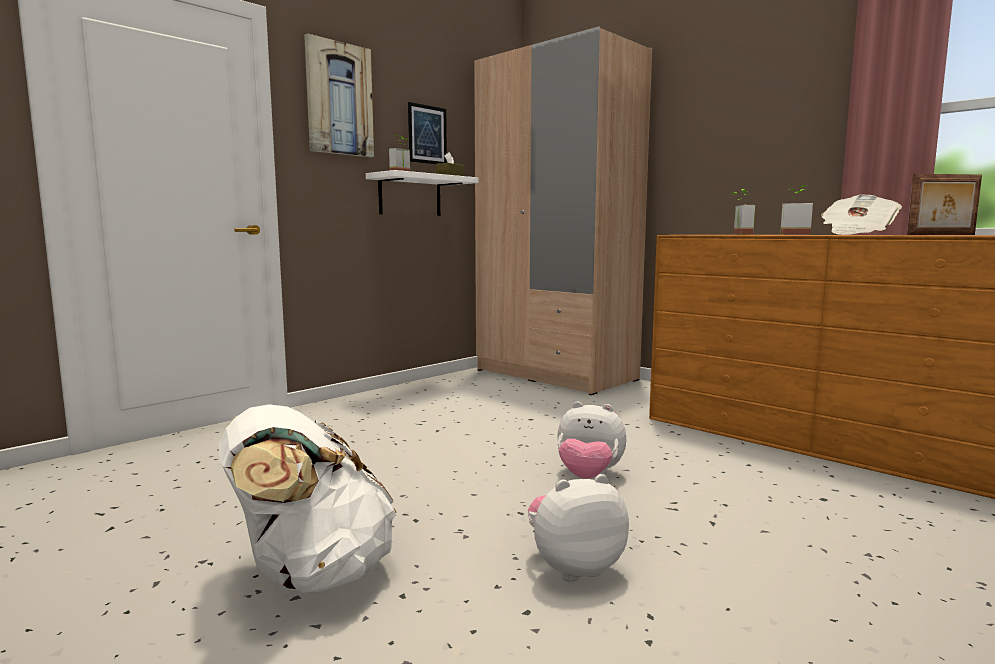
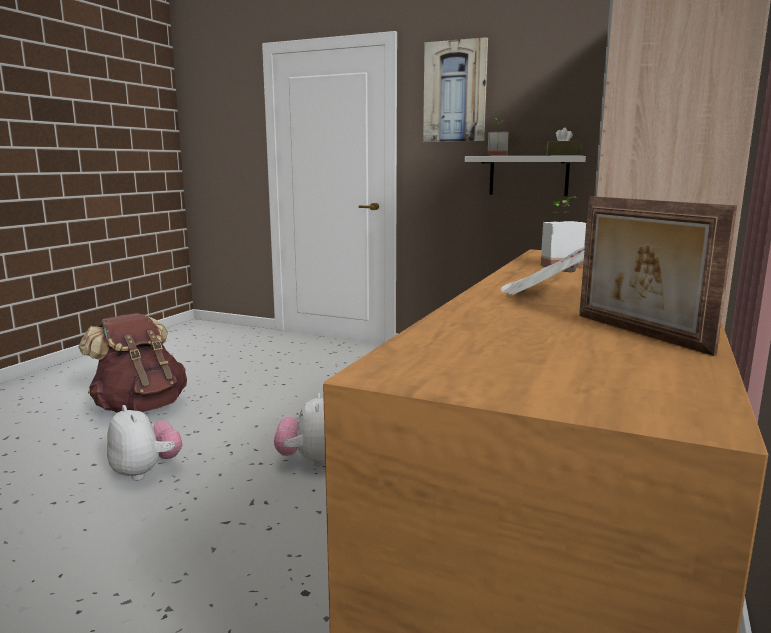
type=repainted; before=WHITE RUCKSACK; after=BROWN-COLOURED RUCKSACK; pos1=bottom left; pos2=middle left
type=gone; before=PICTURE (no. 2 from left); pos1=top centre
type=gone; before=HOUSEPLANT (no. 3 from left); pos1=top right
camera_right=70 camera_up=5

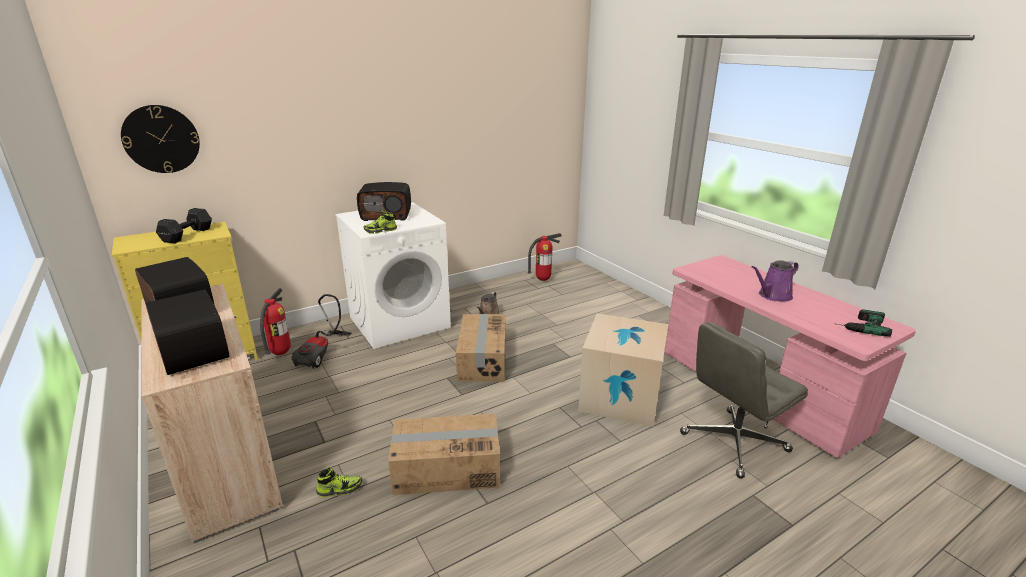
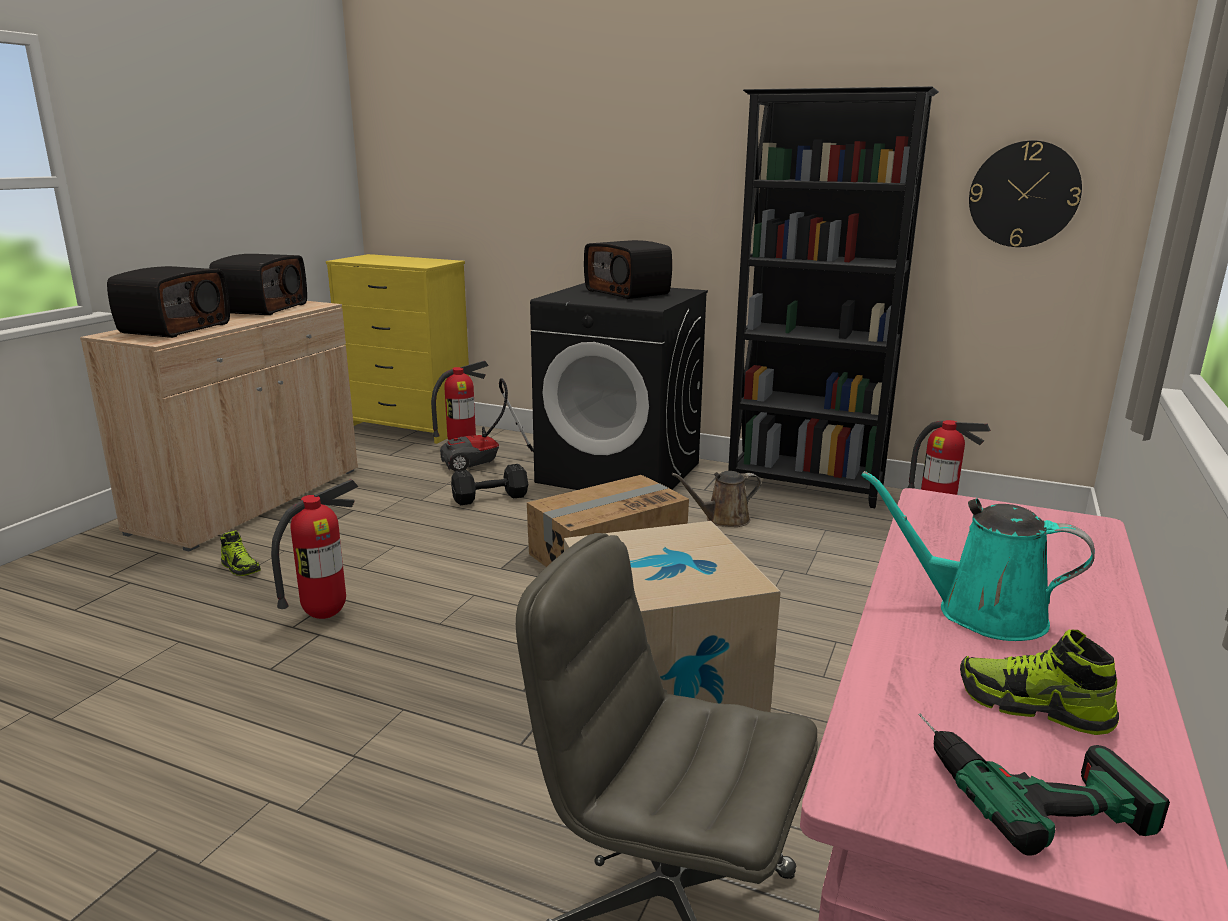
type=swapped; before=CARTON (no. 1 from left); after=FIRE-FIGHTING CYLINDER (no. 1 from left); pos1=bottom centre; pos2=middle left
type=shifted; before=BLACKISH DUMBBELL; pos1=middle left; pos2=centre
type=repainted; before=WHITE LAUNDRY MACHINE; after=BLACKISH LAUNDRY MACHINE; pos1=centre; pos2=centre
type=new; after=BLACKISH SHELVING UNIT; pos2=top right
type=repainted; before=PURPLISH WATERING CAN; after=BLUE-GREEN WATERING CAN; pos1=middle right; pos2=middle right
type=shifted; before=ITEM OF FOOTWEAR (no. 2 from left); pos1=centre; pos2=bottom right
type=shifted; before=HANGING CLOCK; pos1=top left; pos2=top right
camera_right=55 camera_up=-5

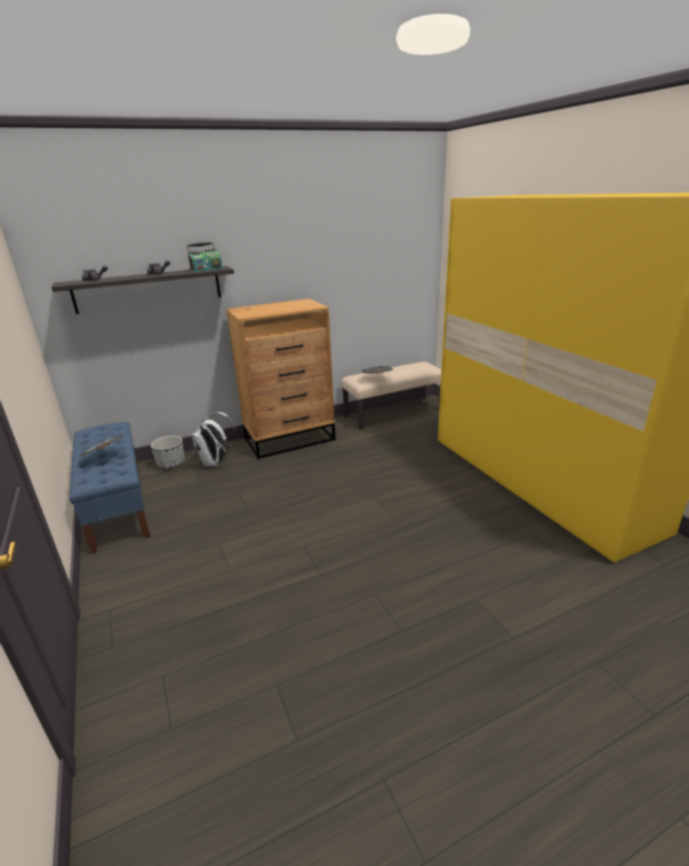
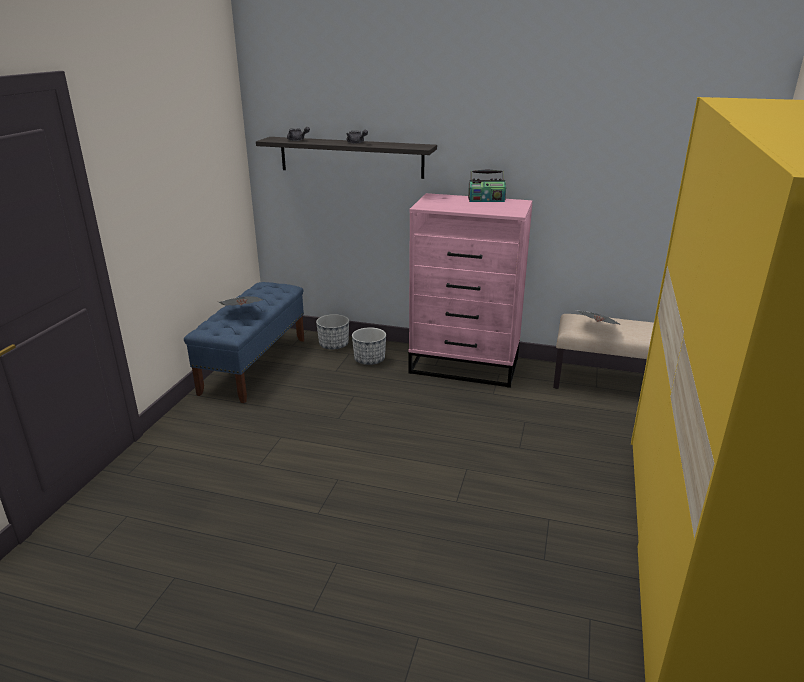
type=swapped; before=WHITE RUCKSACK; after=PLANTER (no. 2 from left); pos1=middle left; pos2=centre
type=repainted; before=BROWN-COLOURED DRESSER; after=PINKISH DRESSER; pos1=centre; pos2=centre
type=shifted; before=RADIO RECEIVER; pos1=top left; pos2=top centre
camera_right=40 camera_up=0

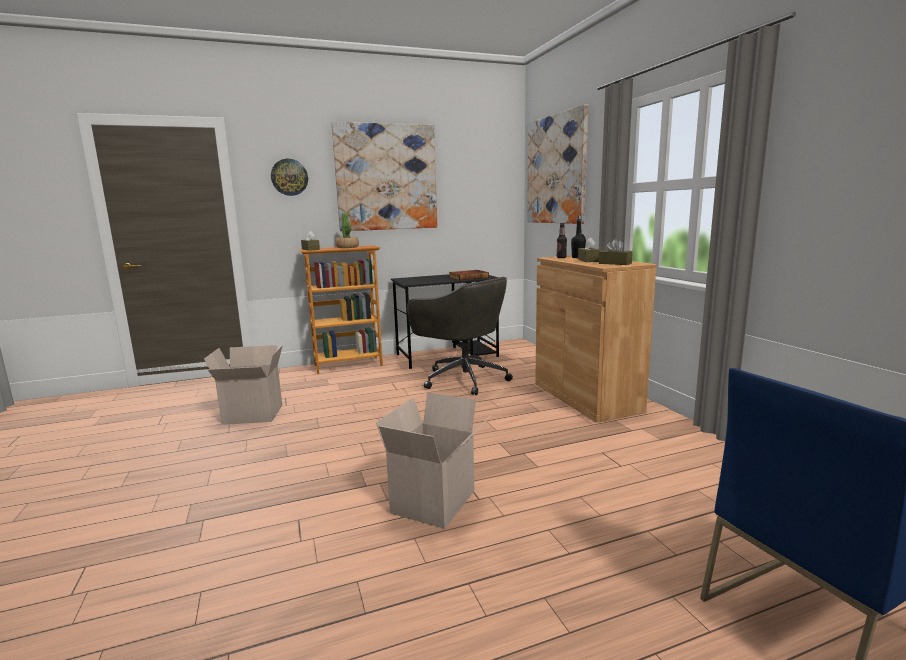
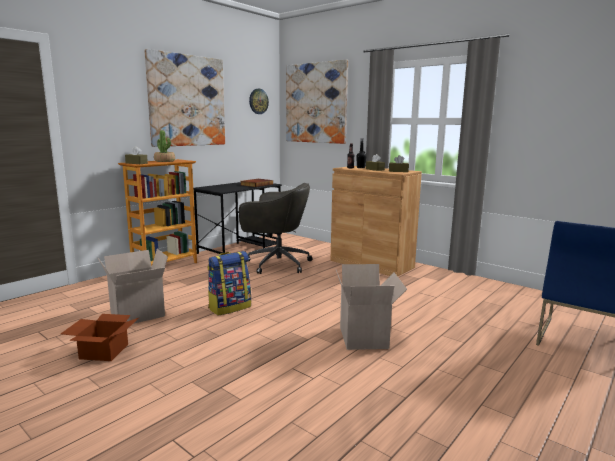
type=new; after=CARTON (no. 1 from left); pos2=bottom left
type=new; after=RUCKSACK; pos2=centre
type=shifted; before=HANGING CLOCK; pos1=top left; pos2=top centre
camera_right=-30 camera_up=0

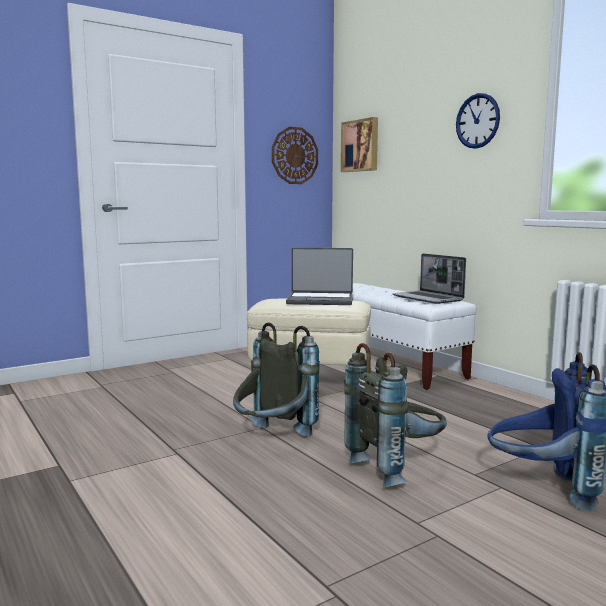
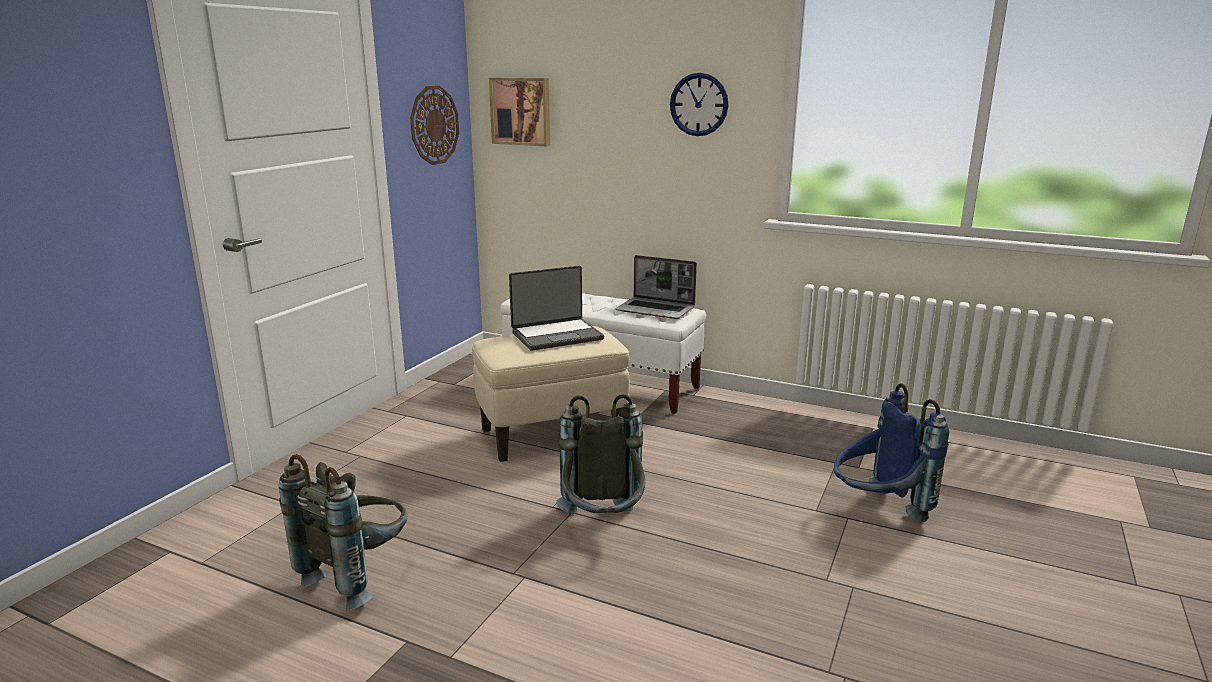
type=shifted; before=GRAY RUCKSACK (no. 2 from left in the first image); after=GRAY RUCKSACK (no. 1 from left); pos1=bottom centre; pos2=bottom left
camera_right=-30 camera_up=10

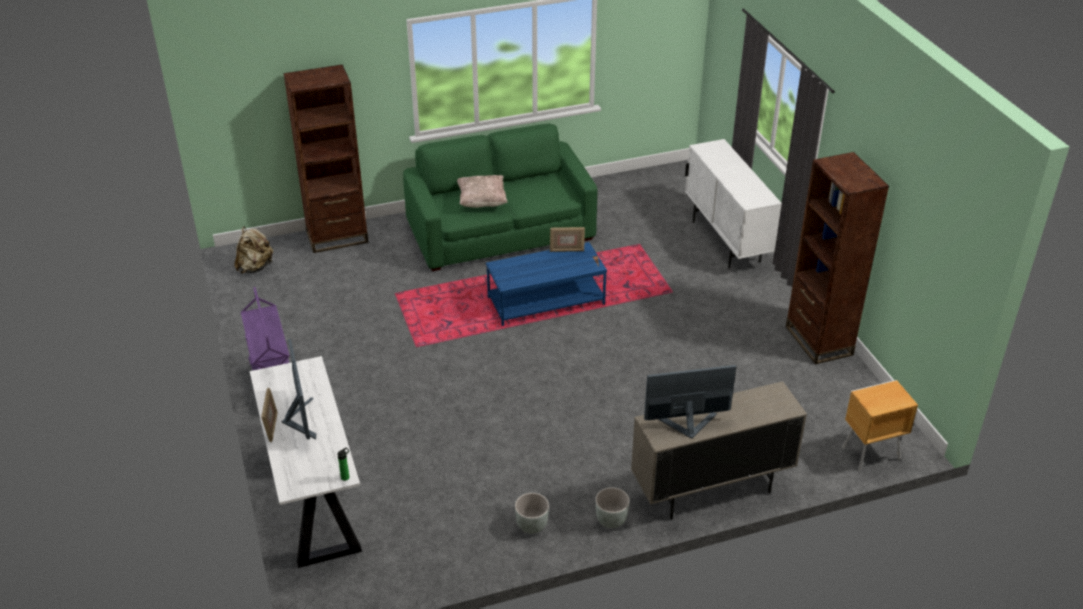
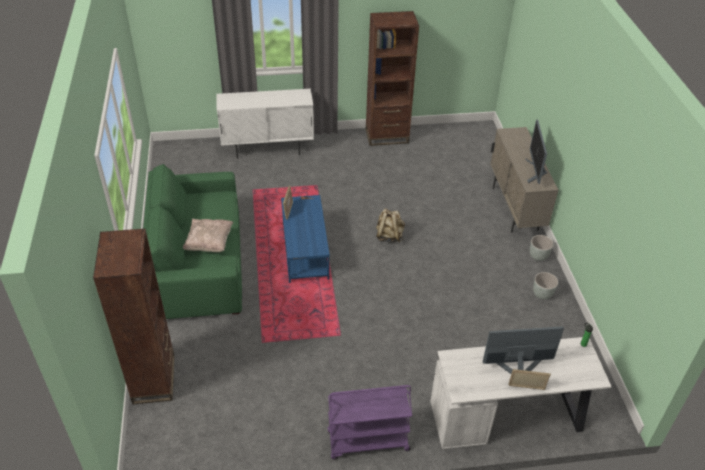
type=shifted; before=BEIGE RUCKSACK; pos1=middle left; pos2=centre
type=gone; before=BROWN-COLOURED NIGHTSTAND; pos1=bottom right
camera_right=-80 camera_up=5

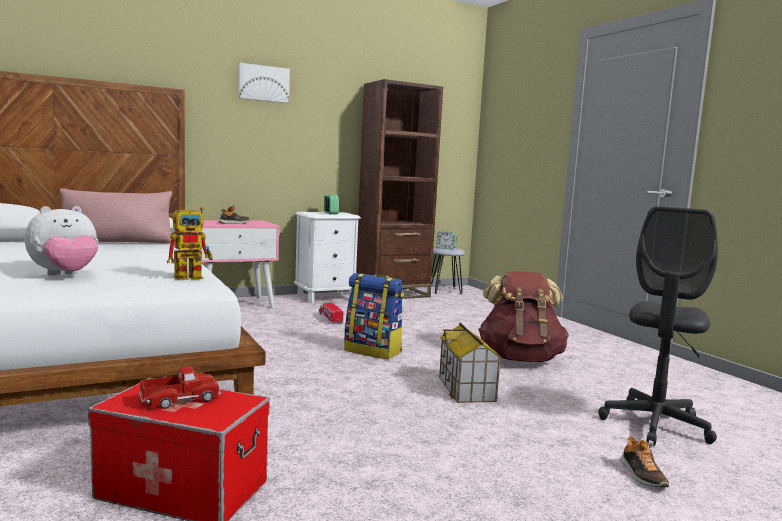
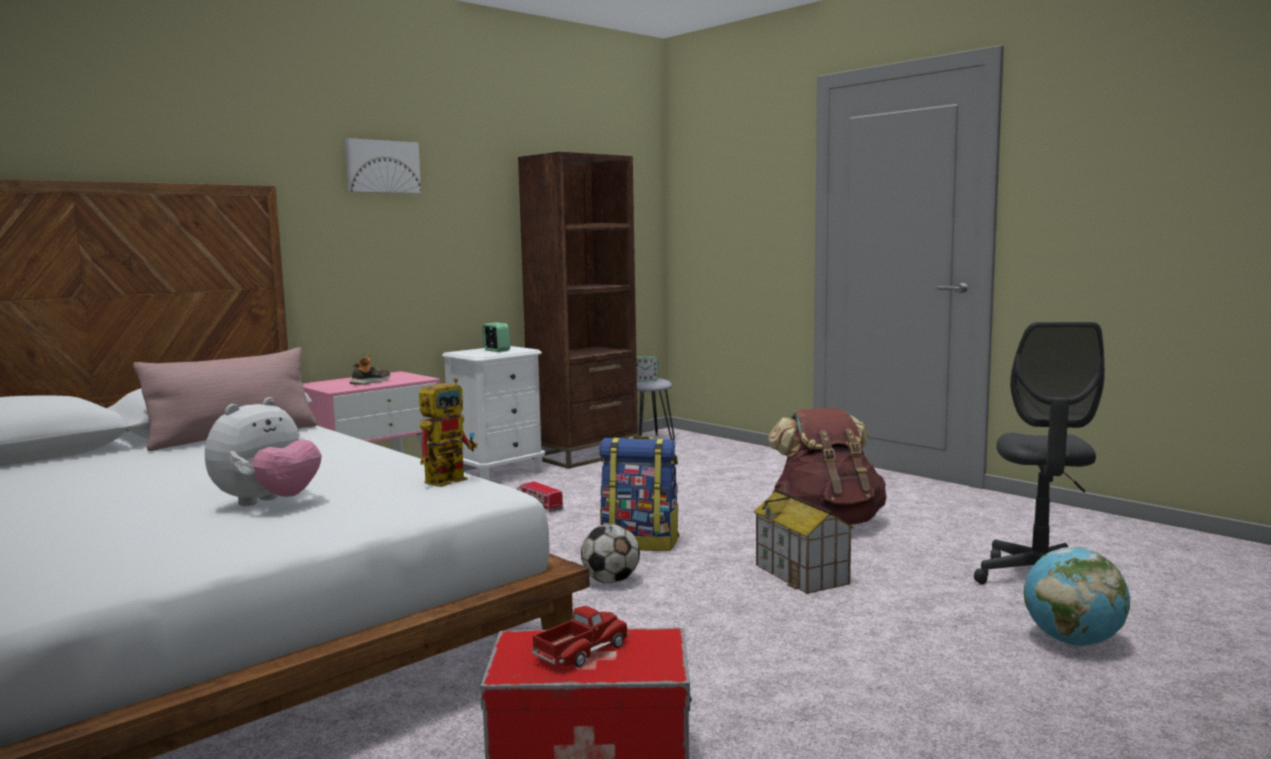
type=new; after=FOOTBALL; pos2=bottom centre
type=swapped; before=ITEM OF FOOTWEAR (no. 2 from left); after=DESK GLOBE; pos1=bottom right; pos2=bottom right
camera_right=-15 camera_up=0

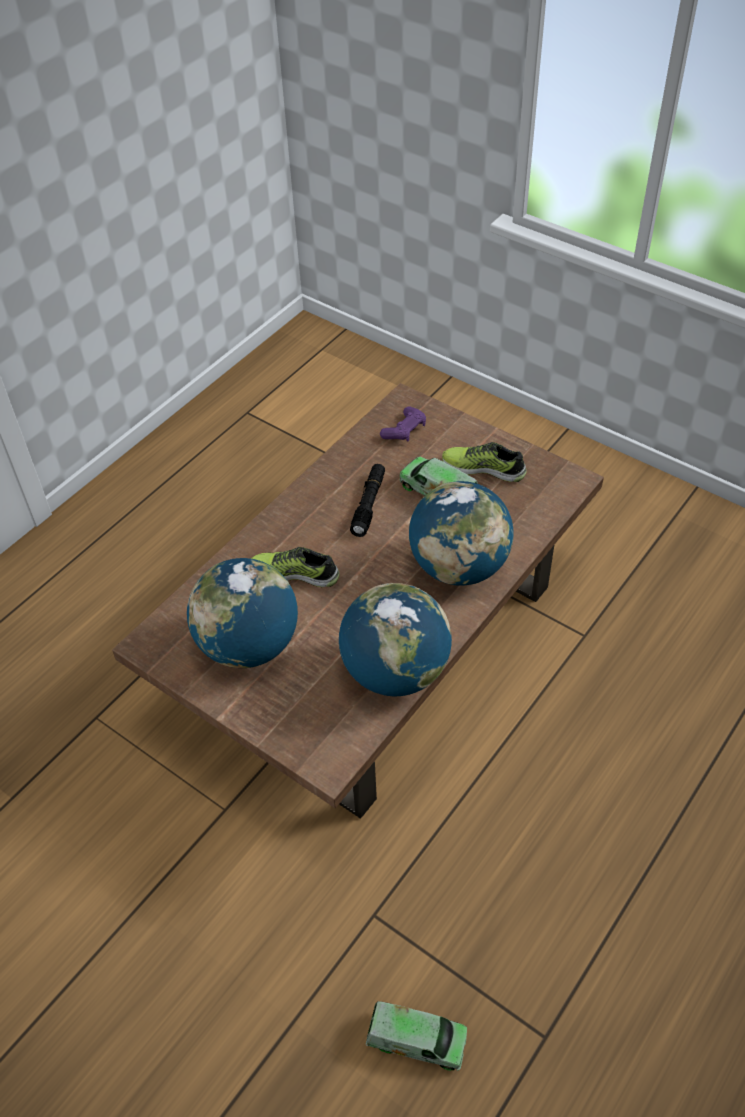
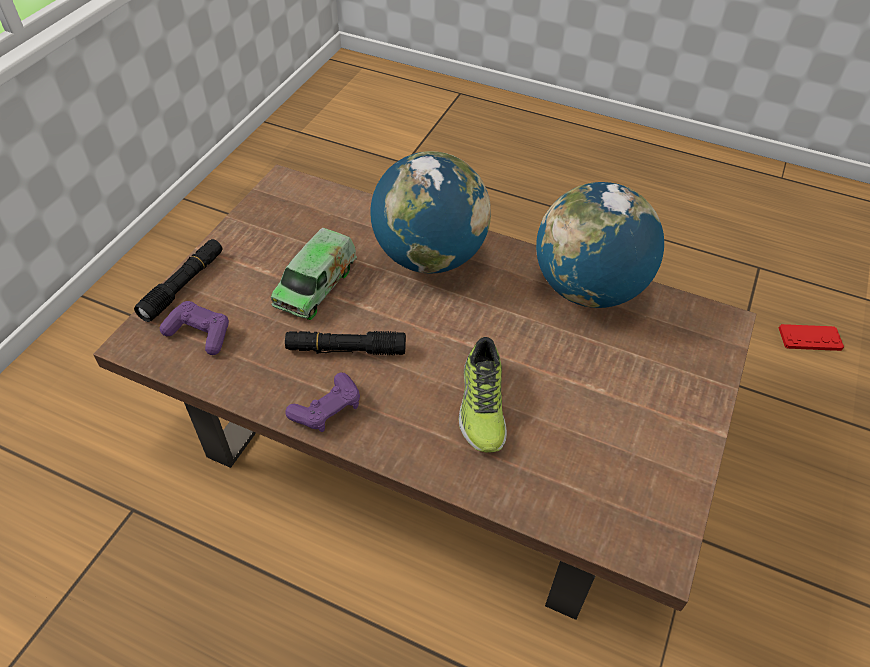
type=new; after=BLACKISH FLASHLIGHT (no. 1 from left); pos2=middle left
type=new; after=PURPLISH GAME CONTROLLER (no. 2 from left); pos2=centre
type=swapped; before=MODEL TRUCK (no. 1 from left); after=RED-COLOURED GAME CONTROLLER; pos1=bottom centre; pos2=middle right
type=gone; before=DESK GLOBE (no. 1 from left); pos1=middle left
type=gone; before=ITEM OF FOOTWEAR (no. 2 from left); pos1=centre
camera_right=-105 camera_up=0

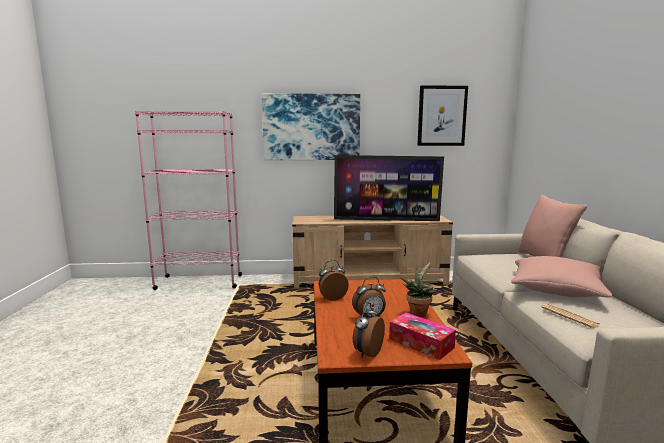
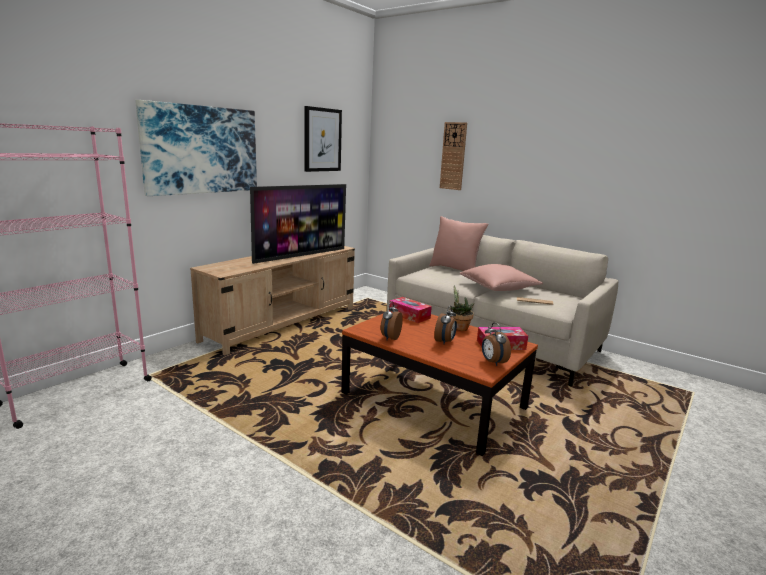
type=new; after=TISSUE HOLDER (no. 1 from left); pos2=centre
type=new; after=HANGING CLOCK; pos2=top centre
camera_right=-50 camera_up=5

